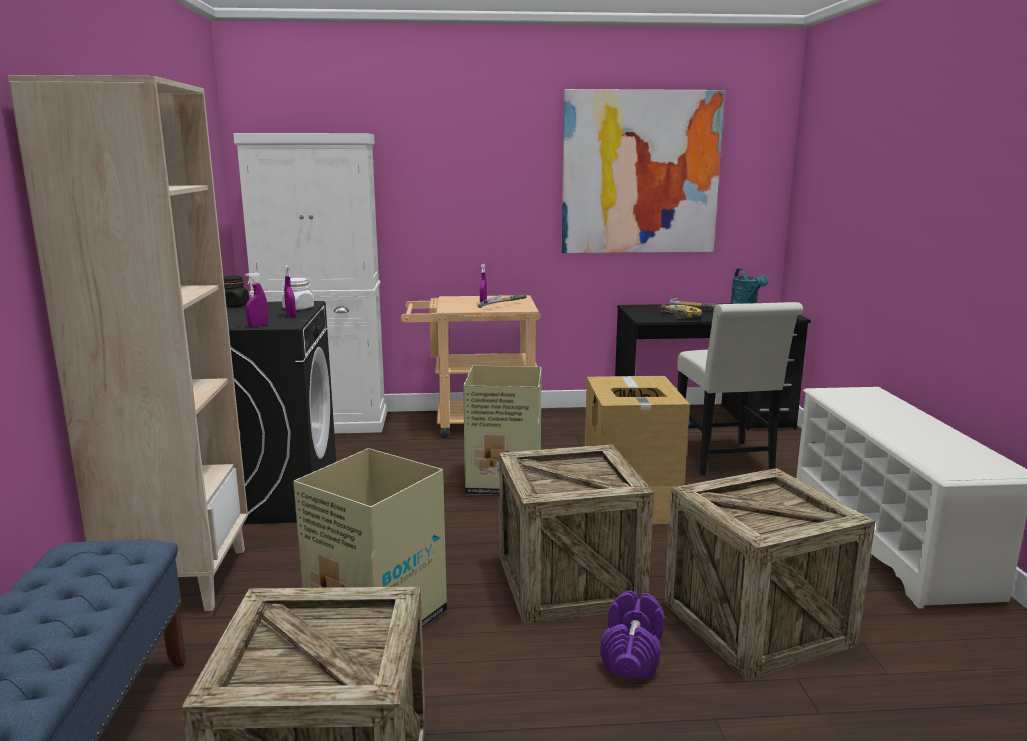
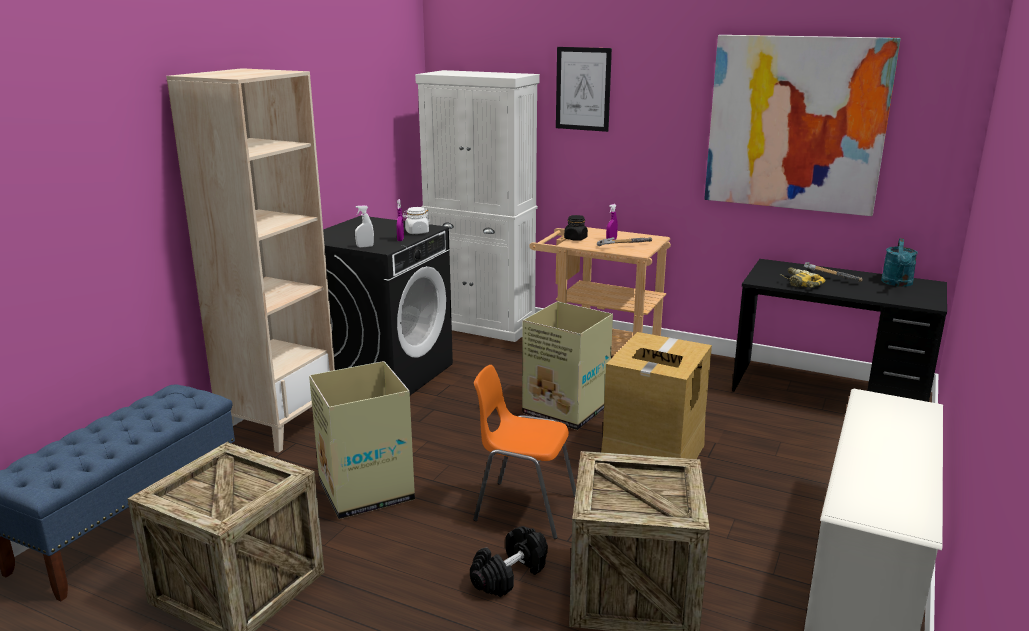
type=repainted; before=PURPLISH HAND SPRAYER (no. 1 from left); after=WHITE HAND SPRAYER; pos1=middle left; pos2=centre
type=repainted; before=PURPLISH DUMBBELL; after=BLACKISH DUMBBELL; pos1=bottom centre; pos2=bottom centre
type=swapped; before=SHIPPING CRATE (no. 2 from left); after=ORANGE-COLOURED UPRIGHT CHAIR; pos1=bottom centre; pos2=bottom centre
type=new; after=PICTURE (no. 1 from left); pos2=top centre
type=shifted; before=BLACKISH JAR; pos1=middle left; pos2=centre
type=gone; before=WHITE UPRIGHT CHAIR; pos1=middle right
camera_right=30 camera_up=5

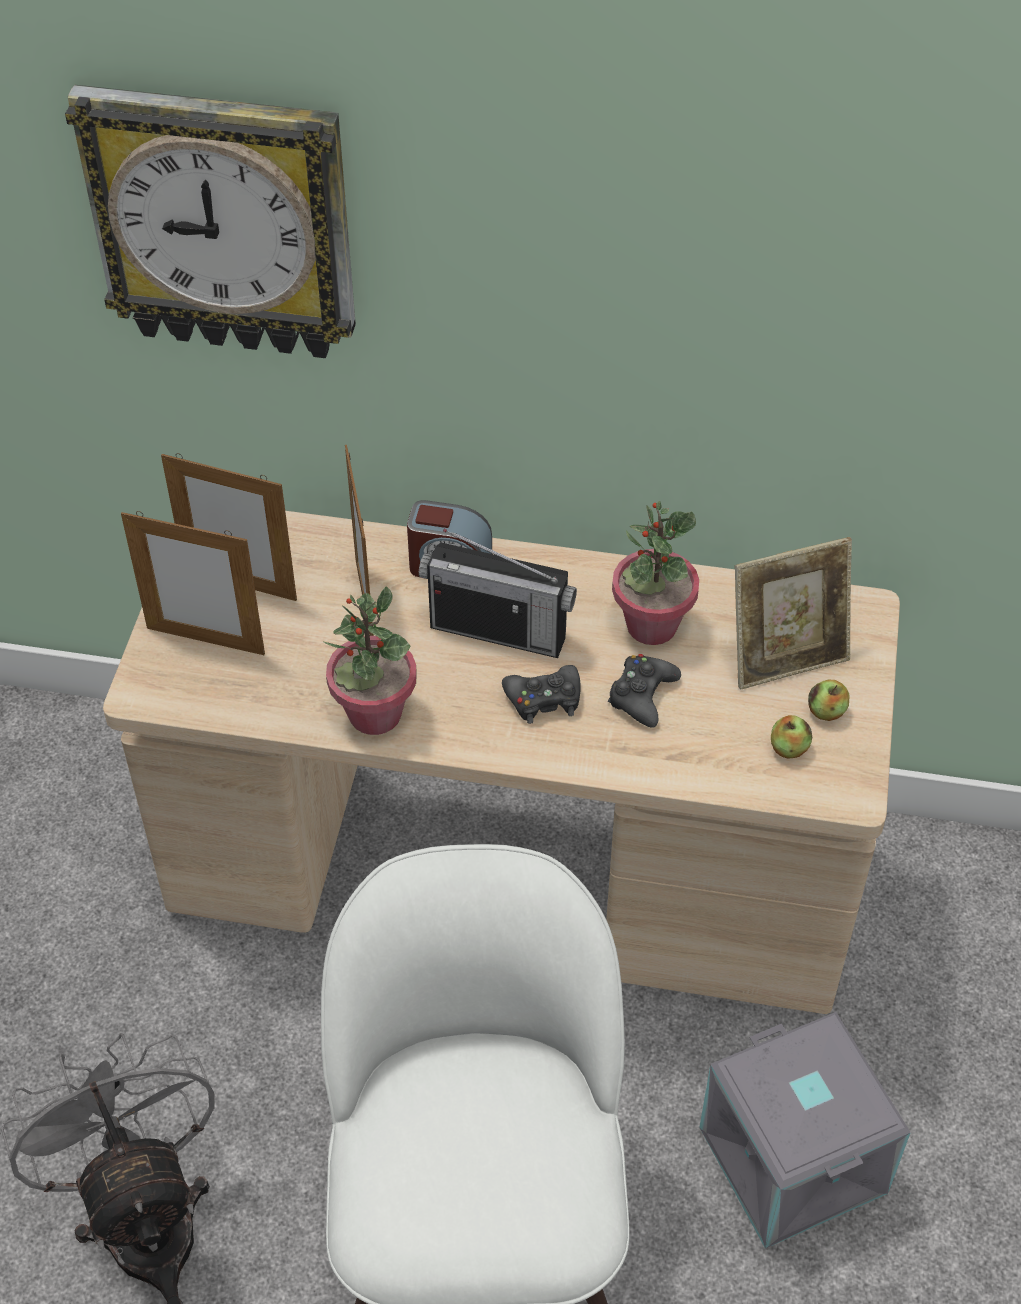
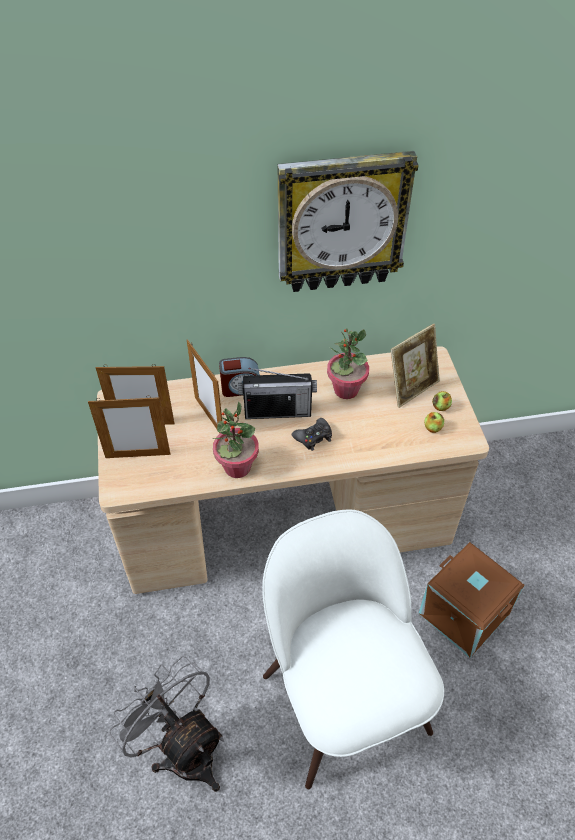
type=shifted; before=HANGING CLOCK; pos1=top left; pos2=top centre
type=repainted; before=GRAY STORAGE BIN; after=BROWN-COLOURED STORAGE BIN; pos1=bottom right; pos2=bottom right
type=gone; before=BLACKISH GAME CONTROLLER (no. 2 from left); pos1=centre
camera_right=-20 camera_up=0

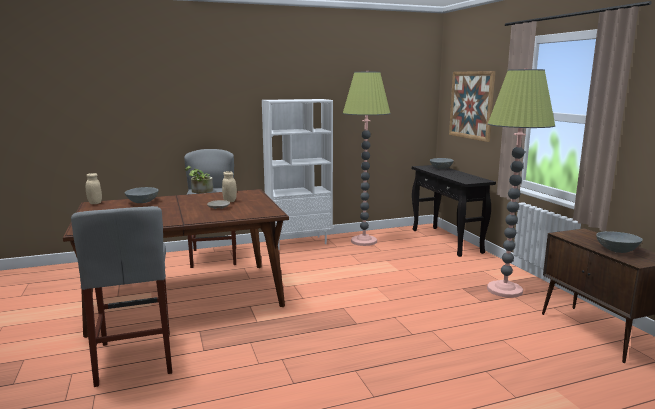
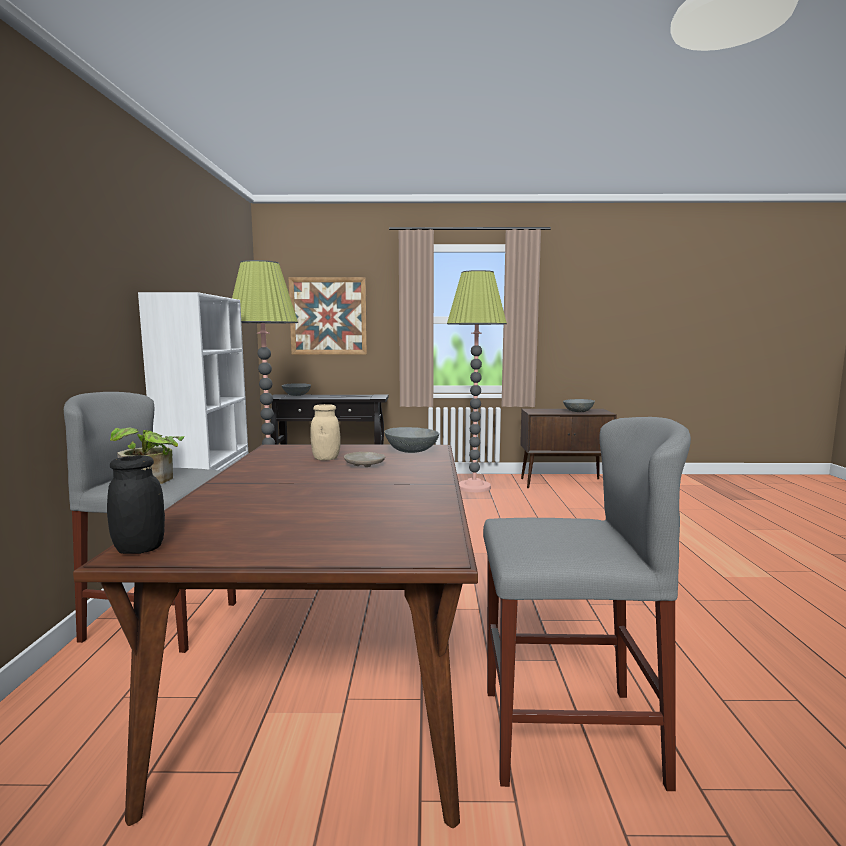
type=repainted; before=BEIGE JAR (no. 1 from left); after=BLACKISH JAR; pos1=middle left; pos2=middle left
type=shifted; before=GRAY DEEP DISH (no. 1 from left in the first image); after=GRAY DEEP DISH (no. 2 from left); pos1=middle left; pos2=centre
camera_right=-70 camera_up=-5

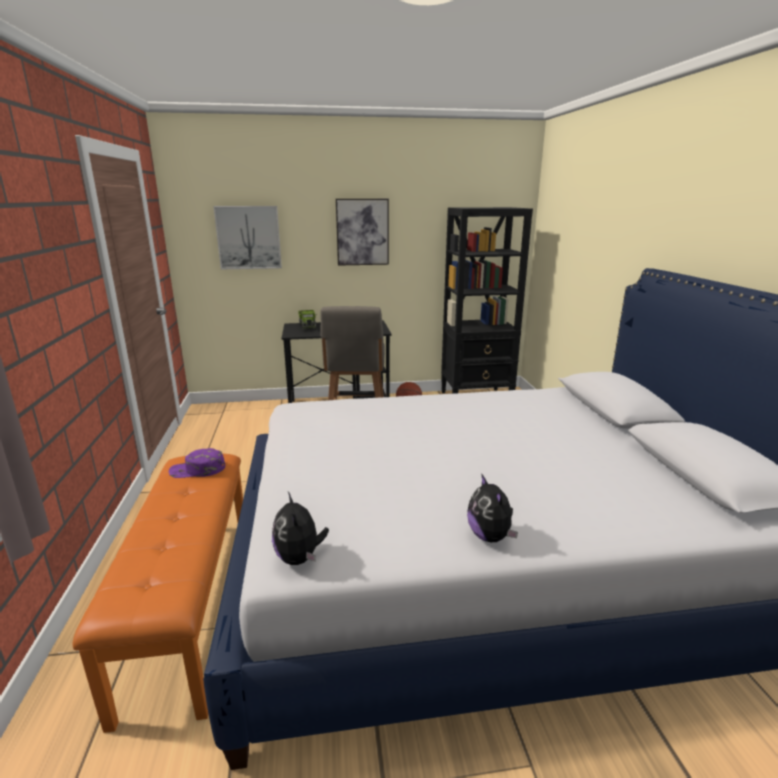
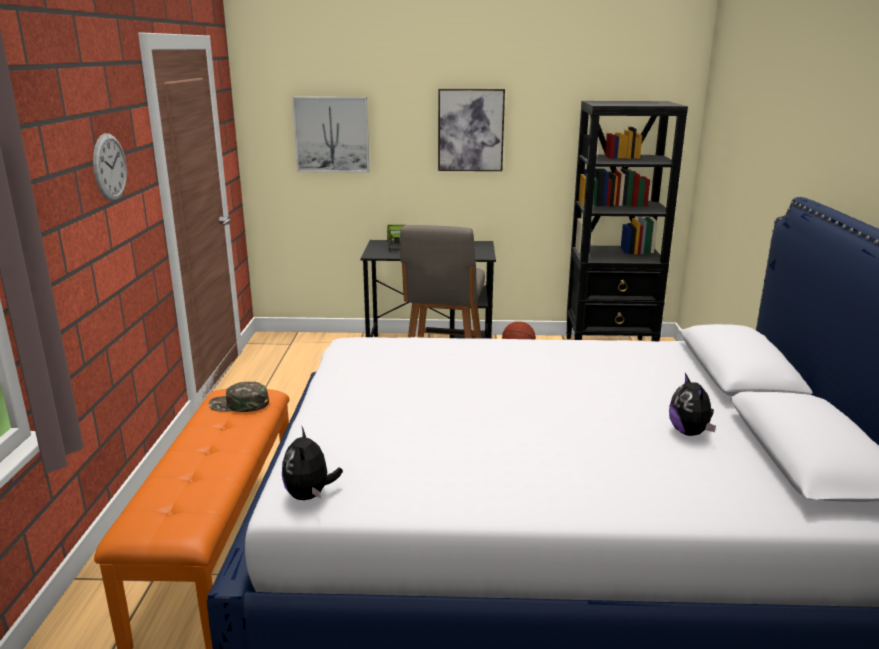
type=new; after=HANGING CLOCK; pos2=top left
type=repainted; before=PURPLISH CAP; after=GREENISH CAP; pos1=middle left; pos2=middle left
type=shifted; before=PLUSH TOY (no. 2 from left); pos1=centre; pos2=middle right
camera_right=10 camera_up=0

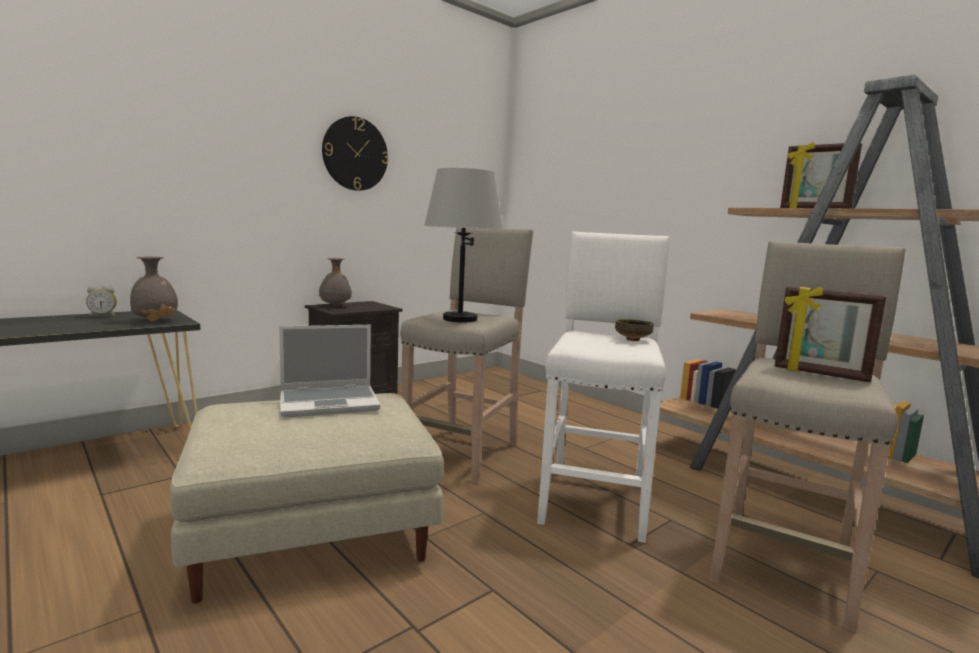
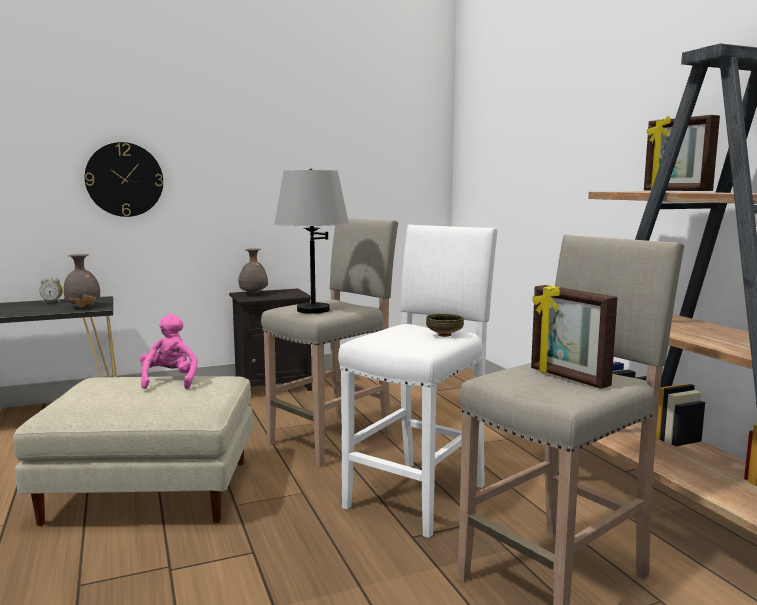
type=shifted; before=HANGING CLOCK; pos1=top centre; pos2=top left
type=swapped; before=NOTEBOOK COMPUTER; after=PINKISH PLUSH TOY; pos1=centre; pos2=middle left
camera_right=20 camera_up=0

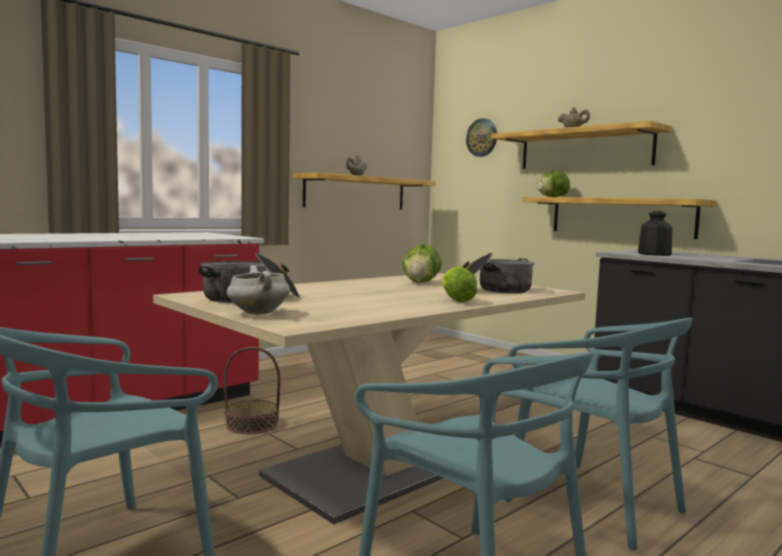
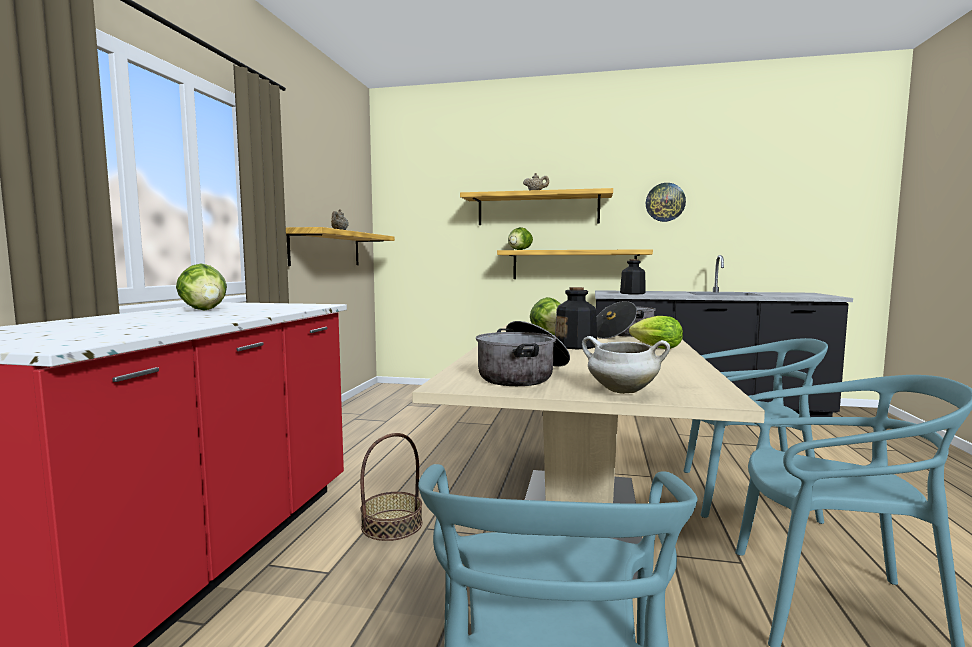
type=new; after=HEAD OF LETTUCE (no. 1 from left); pos2=middle left
type=new; after=BOTTLE (no. 1 from left); pos2=centre
type=shifted; before=HANGING CLOCK; pos1=top centre; pos2=top right
camera_right=-35 camera_up=0

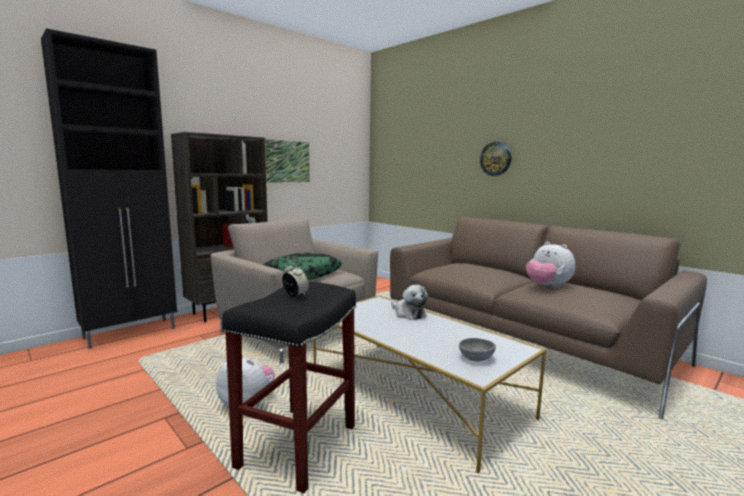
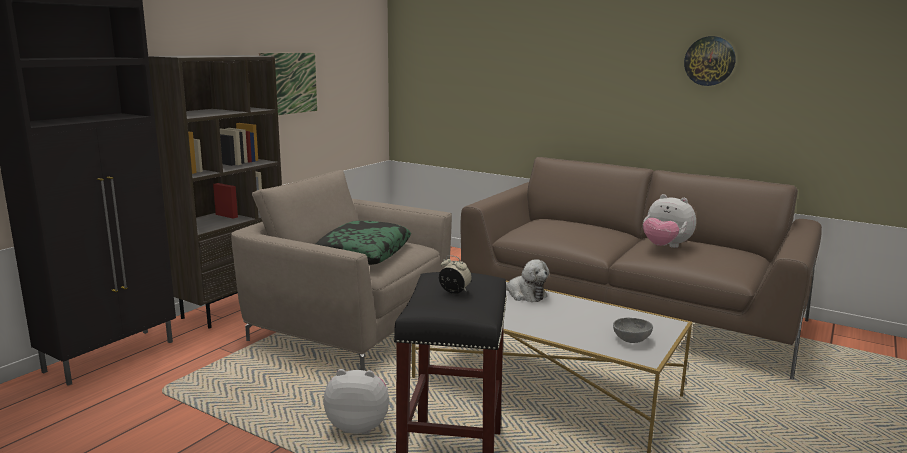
type=shifted; before=HANGING CLOCK; pos1=top centre; pos2=top right
camera_right=-15 camera_up=5

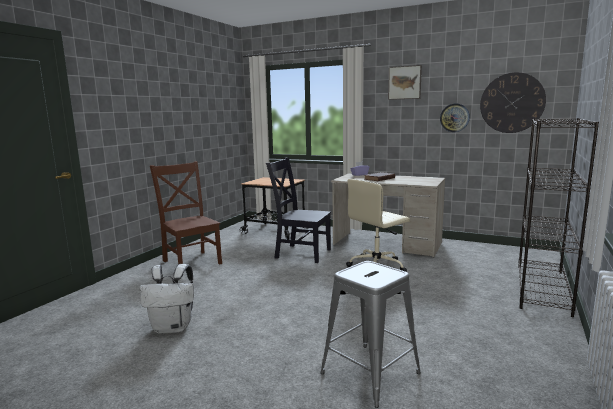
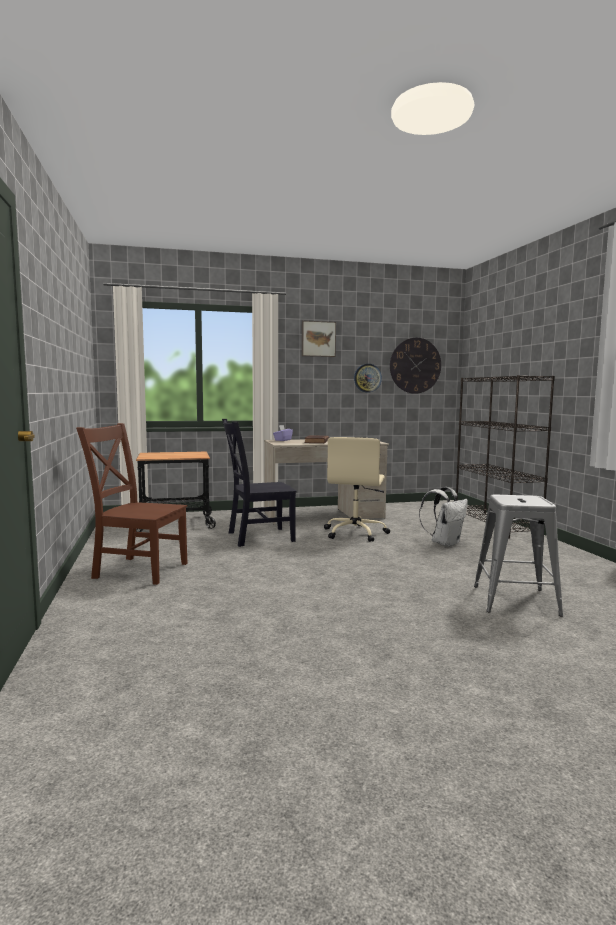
type=shifted; before=WHITE RUCKSACK; pos1=bottom left; pos2=middle right
camera_right=-40 camera_up=-5

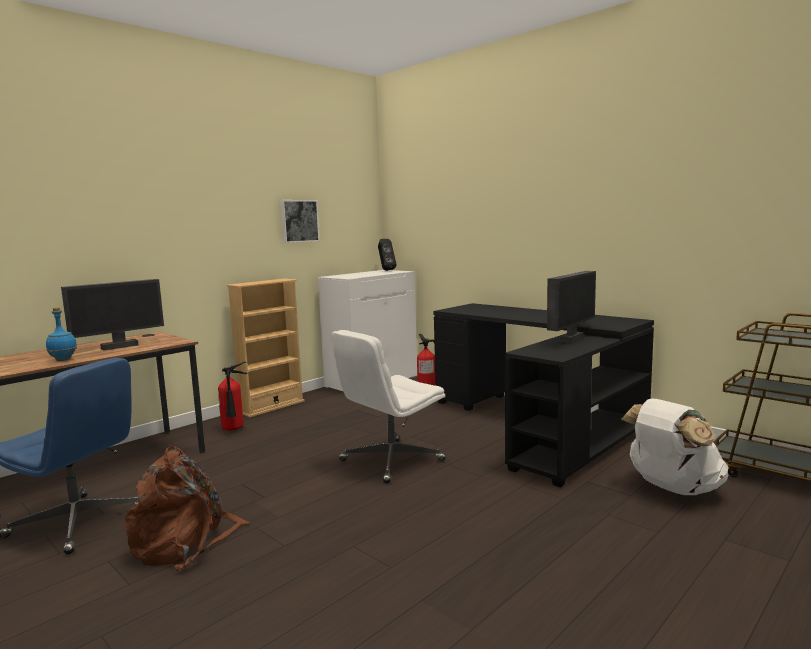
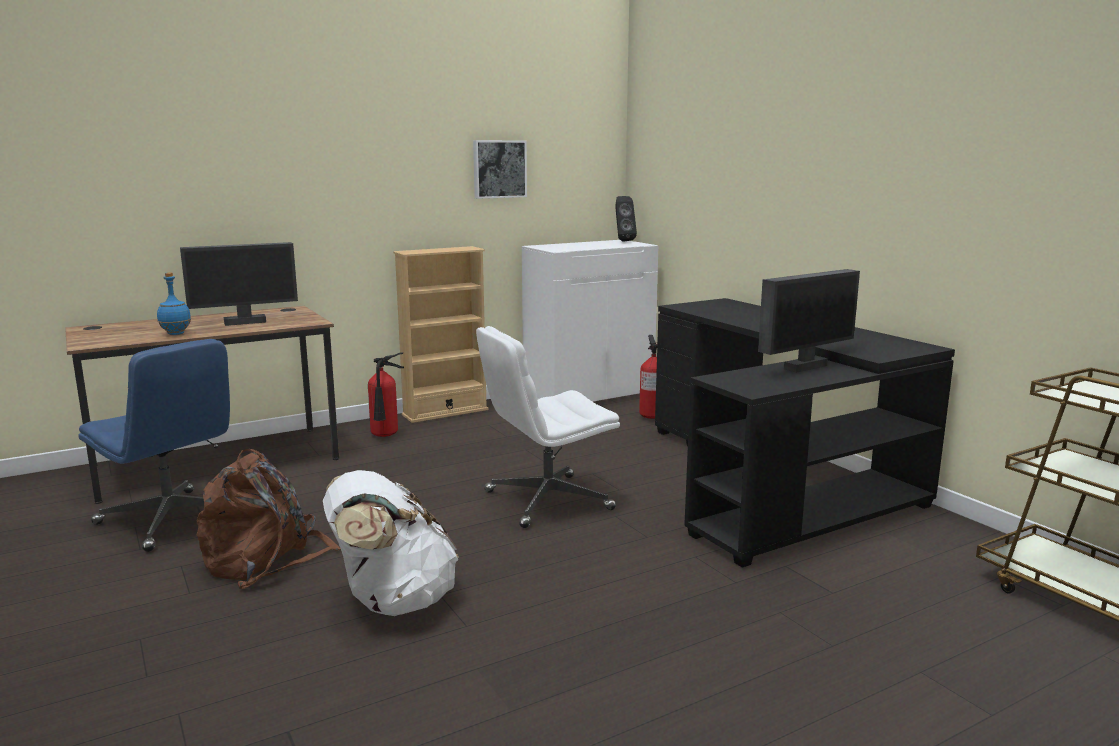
type=shifted; before=WHITE RUCKSACK; pos1=bottom right; pos2=bottom centre
camera_right=15 camera_up=5

